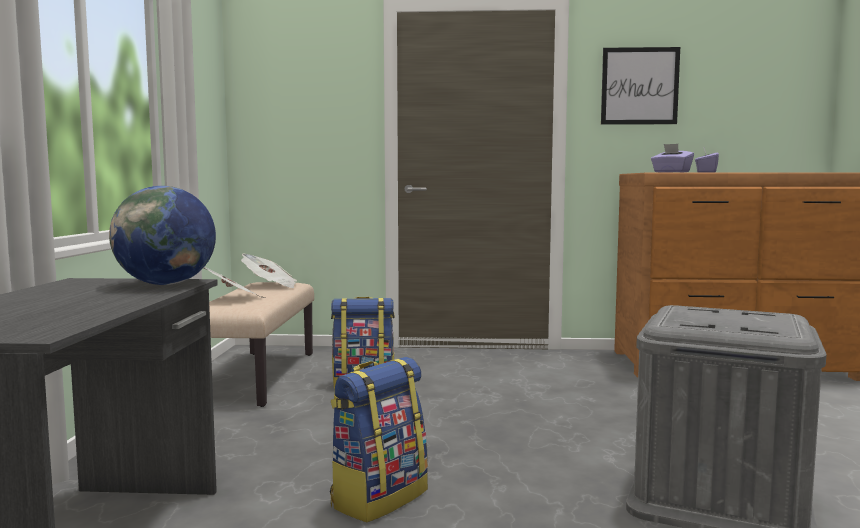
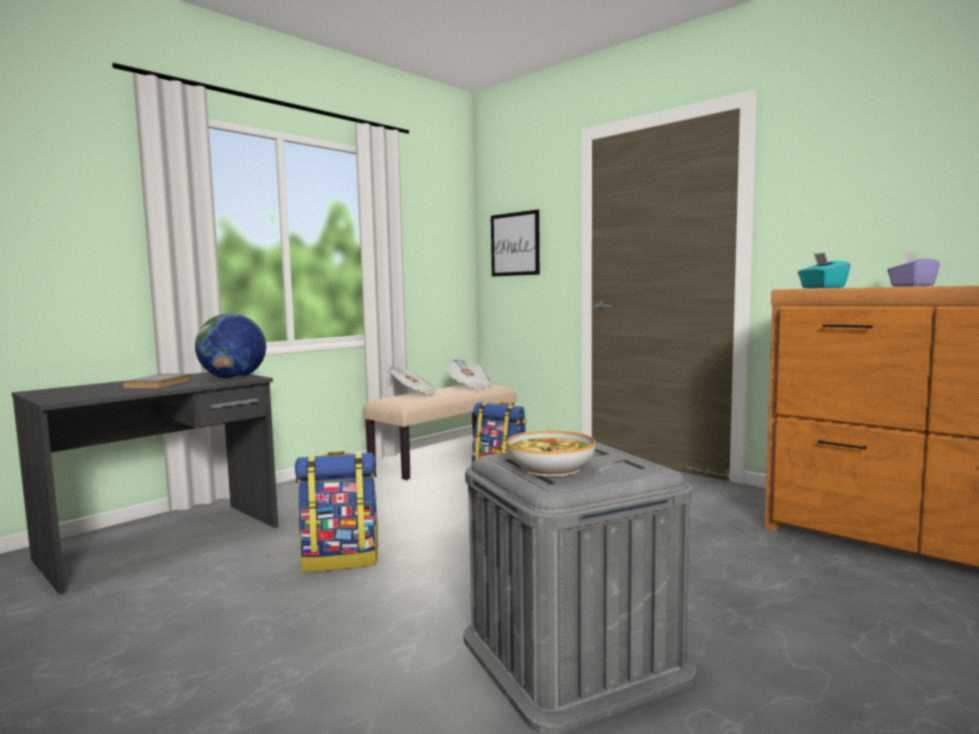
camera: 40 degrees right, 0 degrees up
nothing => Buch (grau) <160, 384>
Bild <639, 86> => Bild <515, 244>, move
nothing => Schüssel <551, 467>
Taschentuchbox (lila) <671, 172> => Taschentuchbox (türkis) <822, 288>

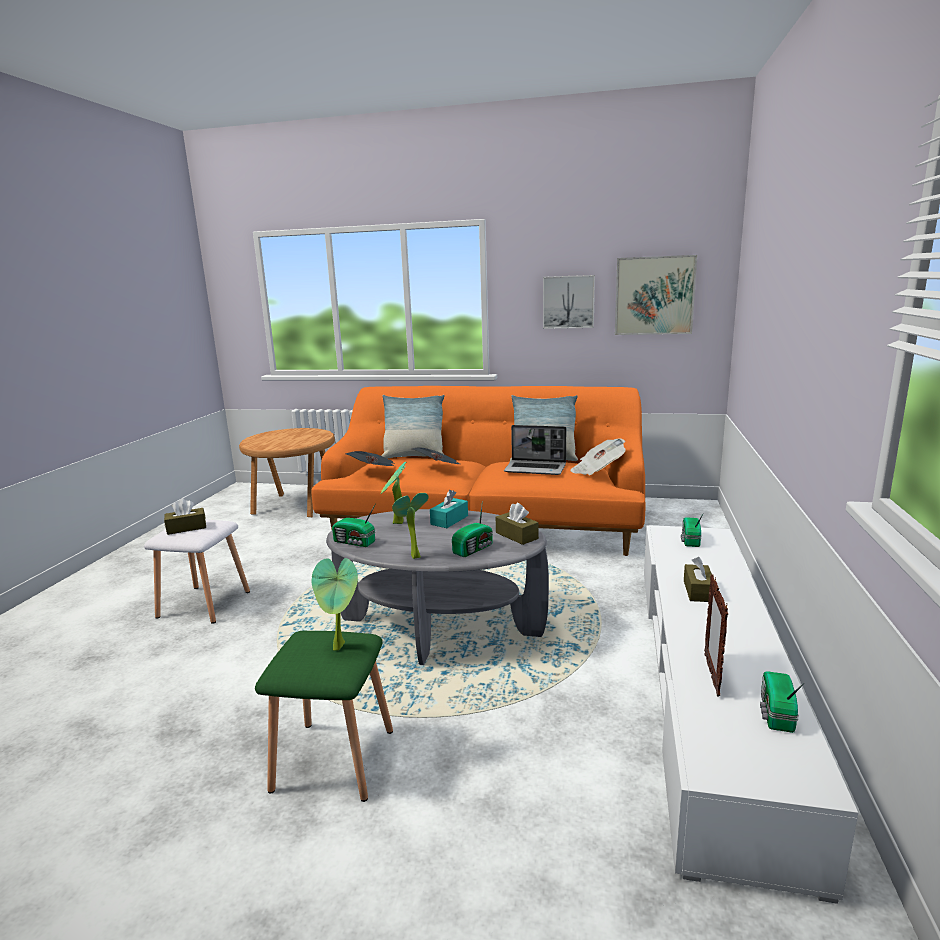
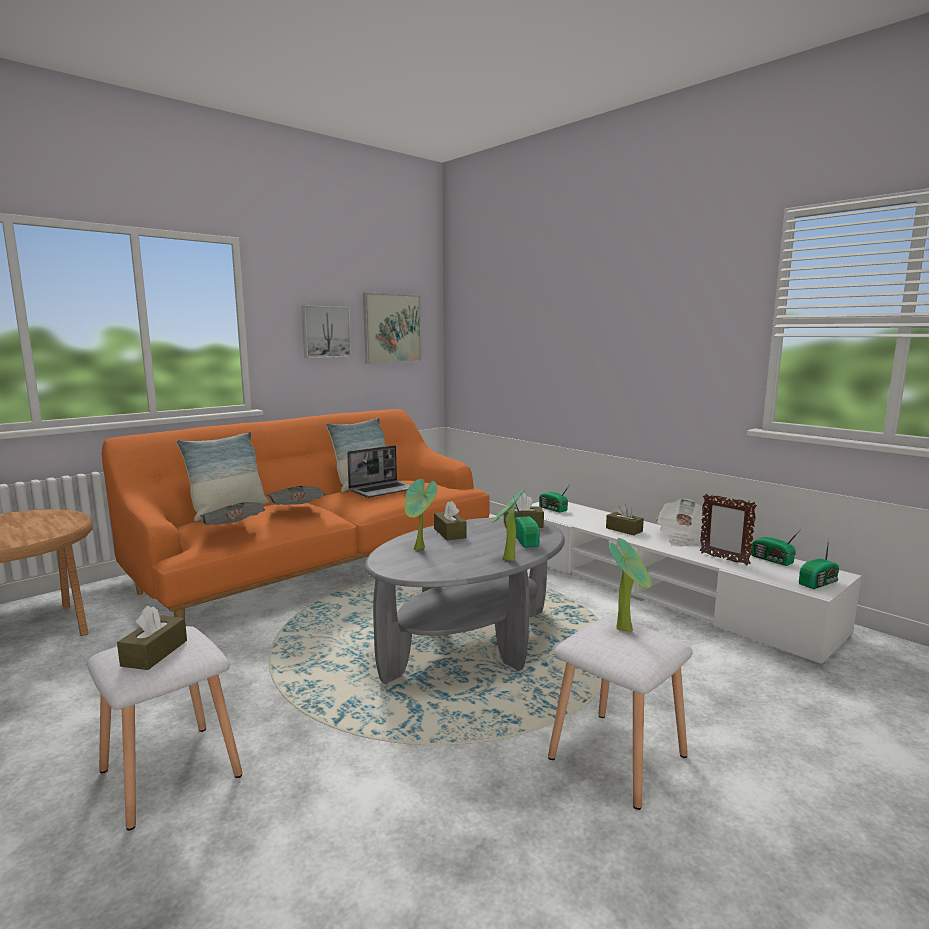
camera: 55 degrees left, 5 degrees down
Taschentuchbox (türkis) <449, 520> => Taschentuchbox (braun) <449, 533>
Hocker (grün) <331, 760> => Hocker (weiß) <617, 758>
Zeitung <597, 471> => Zeitung <684, 538>, move
Radio <355, 542> => Radio <819, 583>, move

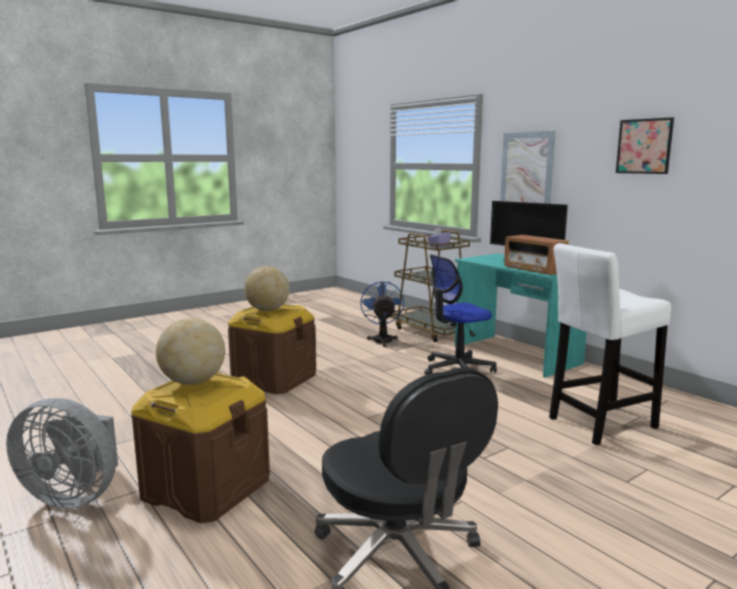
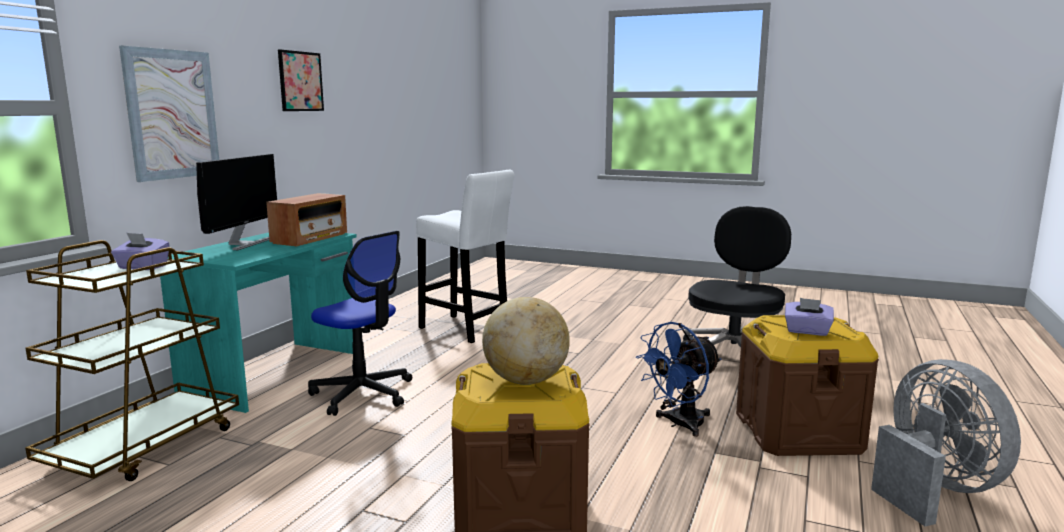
camera: 120 degrees left, 0 degrees up
Ventilator (blau) <382, 339> => Ventilator (blau) <679, 424>, move
Globus <193, 382> => Taschentuchbox (lila) <807, 331>

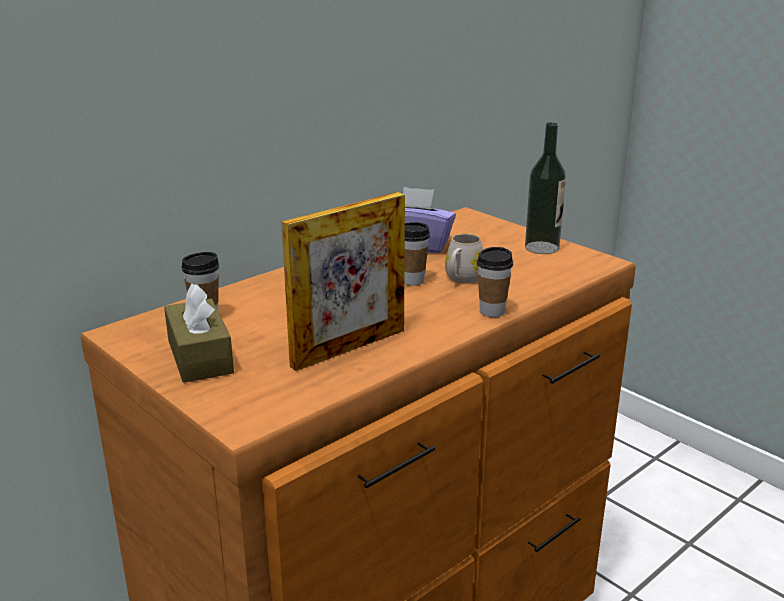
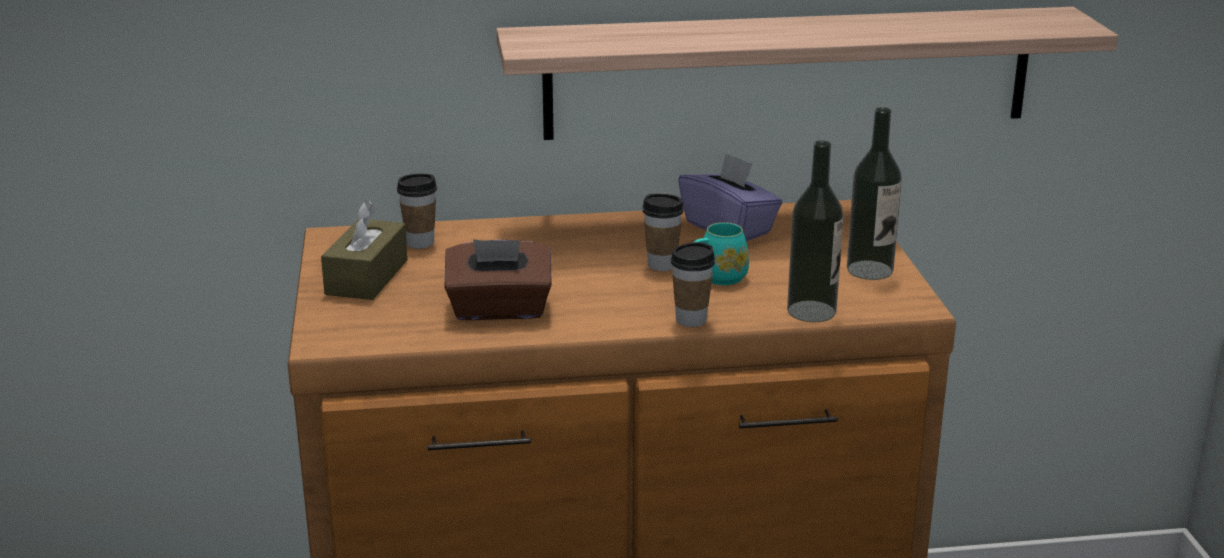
camera: 35 degrees right, 0 degrees up
Bilderrahmen <349, 348> => Taschentuchbox (braun) <499, 310>
nothing => Wandregal <789, 73>
Henkelbecher (weiß) <462, 279> => Henkelbecher (türkis) <717, 278>
nothing => Flasche <811, 311>

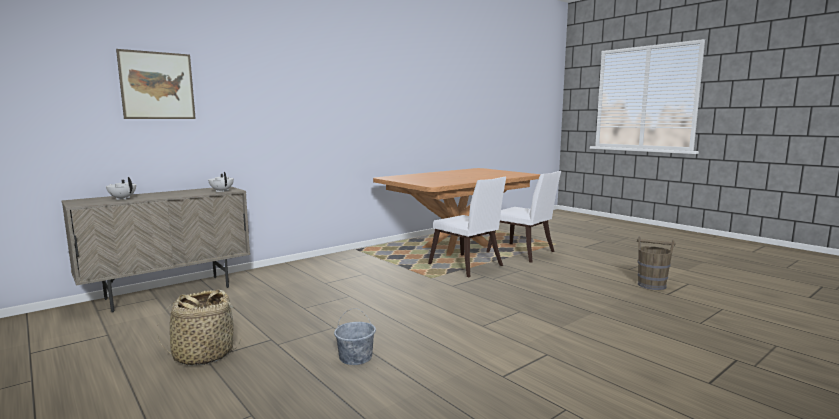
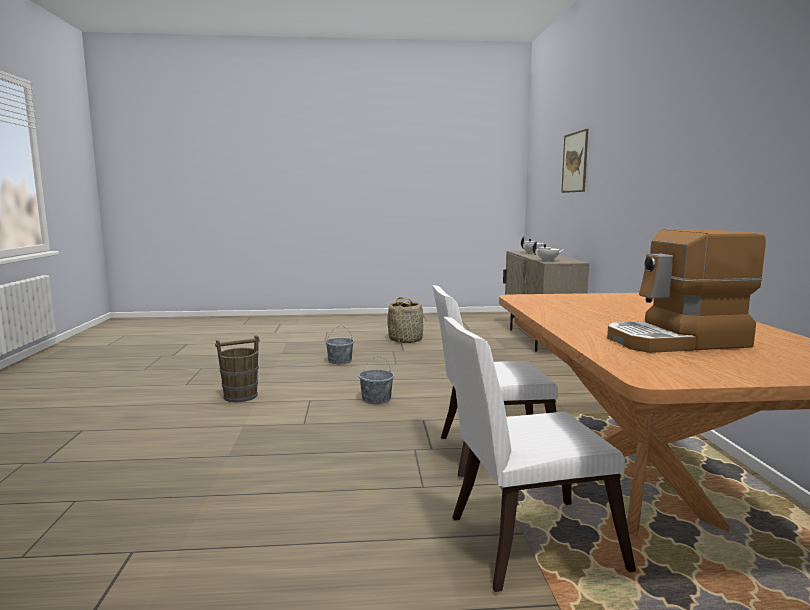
camera: 125 degrees right, 0 degrees up
Eimer (braun) <651, 285> => Eimer (braun) <241, 396>, move
nothing => Eimer (grau) <376, 399>
nothing => Kaffeemaschine <677, 341>

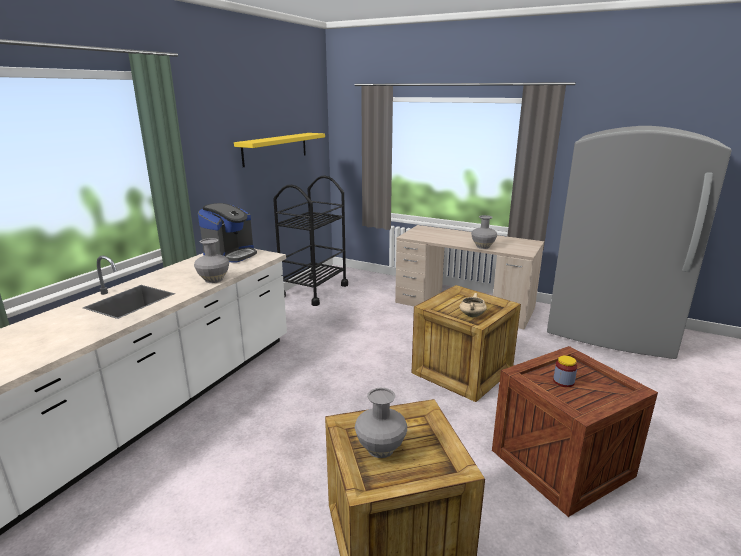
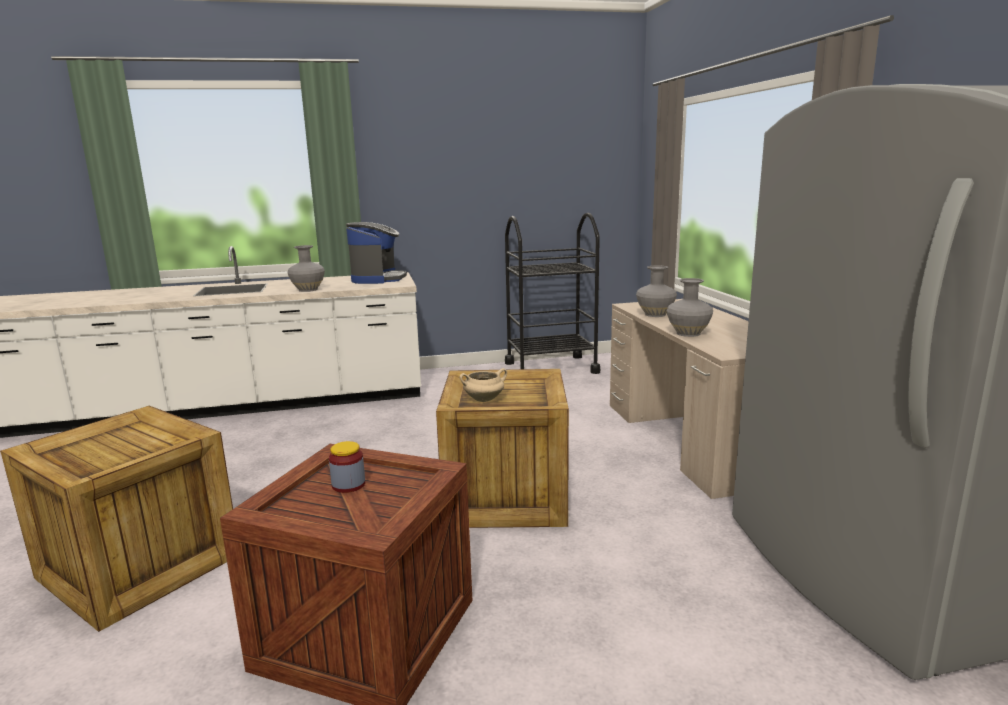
camera: 50 degrees right, 5 degrees down
Kaffeemaschine <230, 255> => Kaffeemaschine <378, 279>, 75 degrees counterclockwise
Vase (grau) <380, 449> => Vase (grau) <655, 314>, move
Wandregal (gelb) <275, 149> => nothing

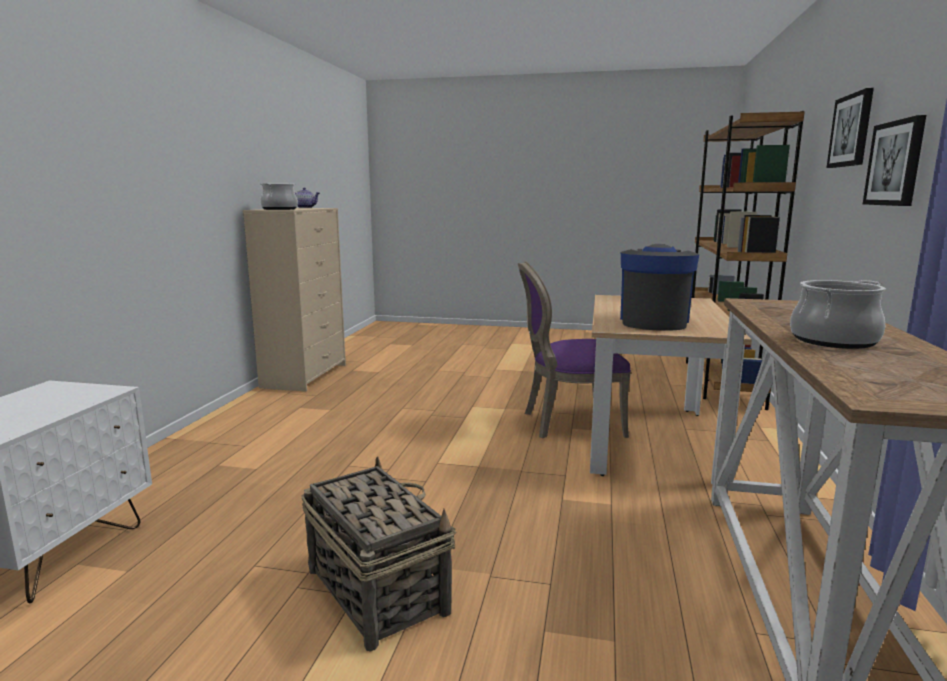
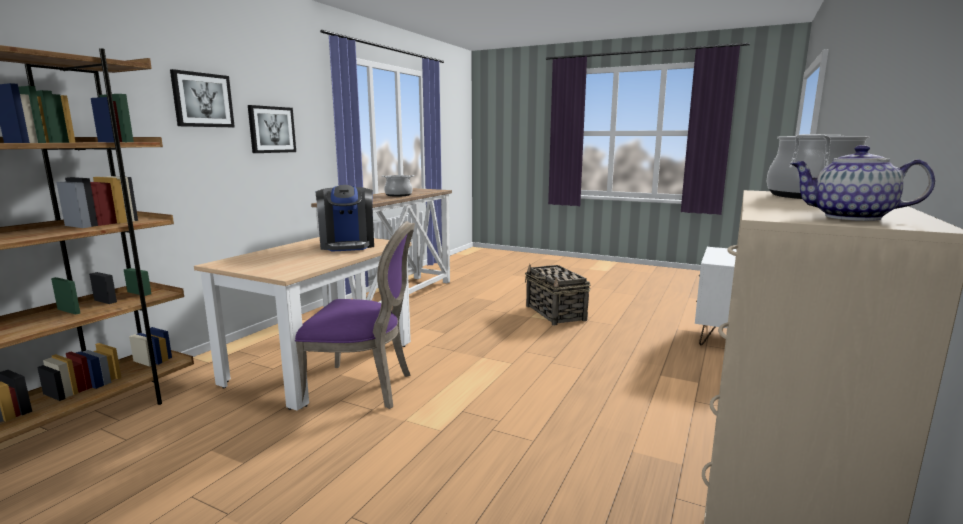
camera: 165 degrees left, 0 degrees up
Kaffeemaschine <653, 321> => Kaffeemaschine <348, 245>, 45 degrees counterclockwise

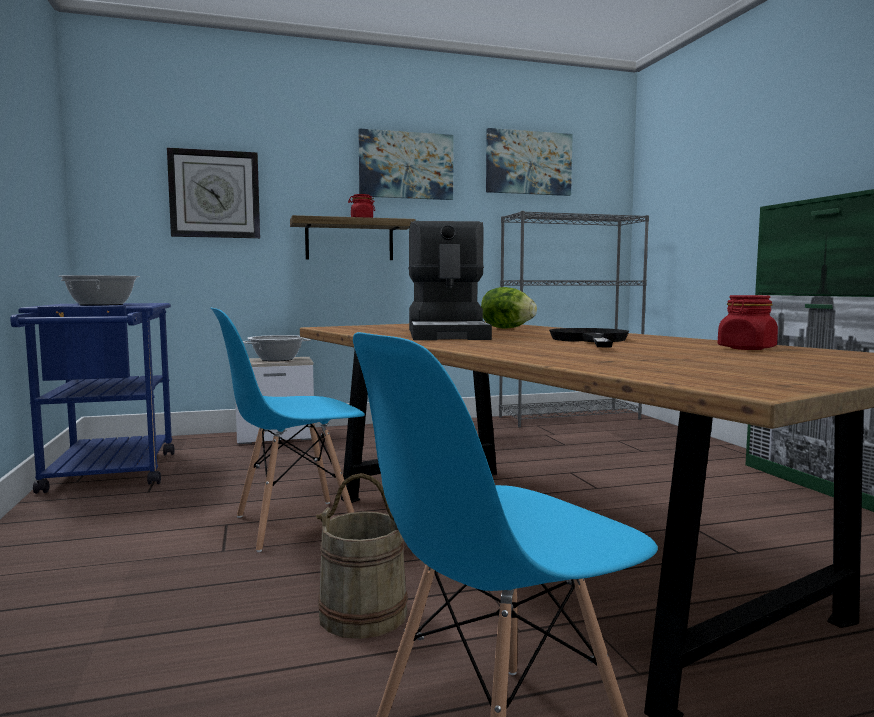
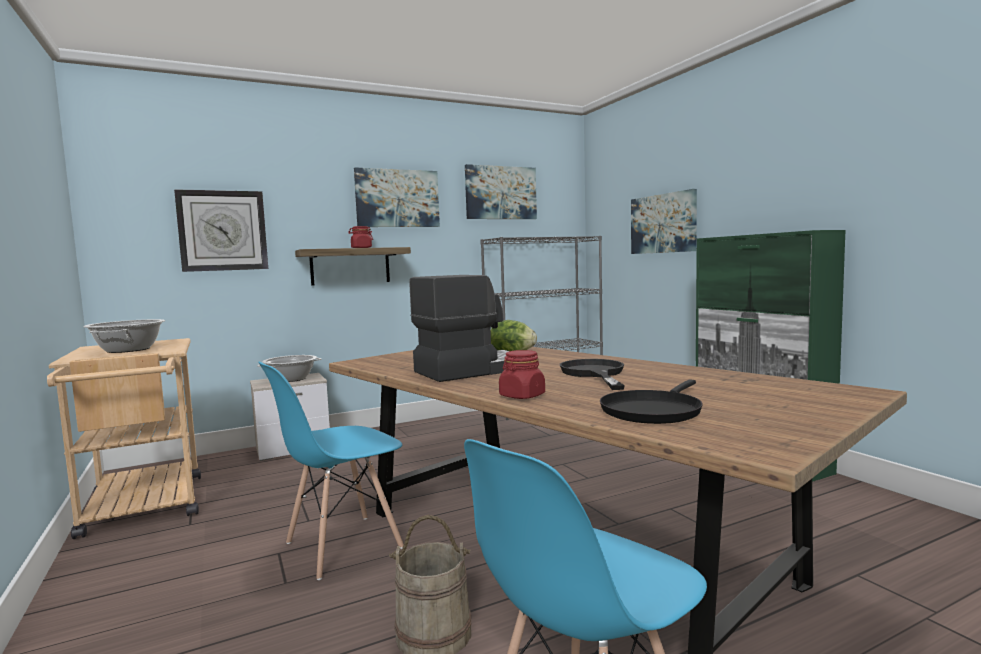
camera: 10 degrees left, 0 degrees up
Rollwagen (blau) <109, 476> => Rollwagen (beige) <143, 510>
Kaffeemaschine <448, 334> => Kaffeemaschine <472, 370>, 105 degrees counterclockwise
Vorratsglas (rot) <746, 348> => Vorratsglas (rot) <522, 396>, move
nothing => Pfanne (schwarz) <652, 411>
nothing => Bild <663, 223>

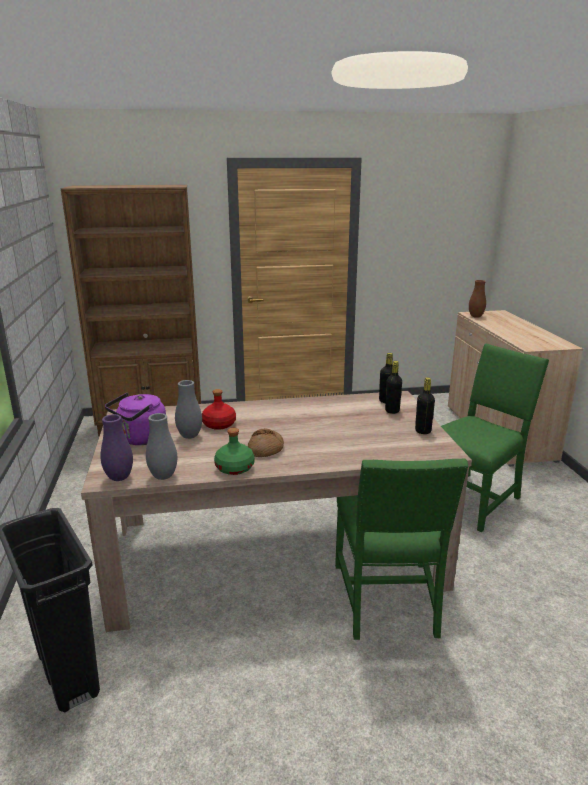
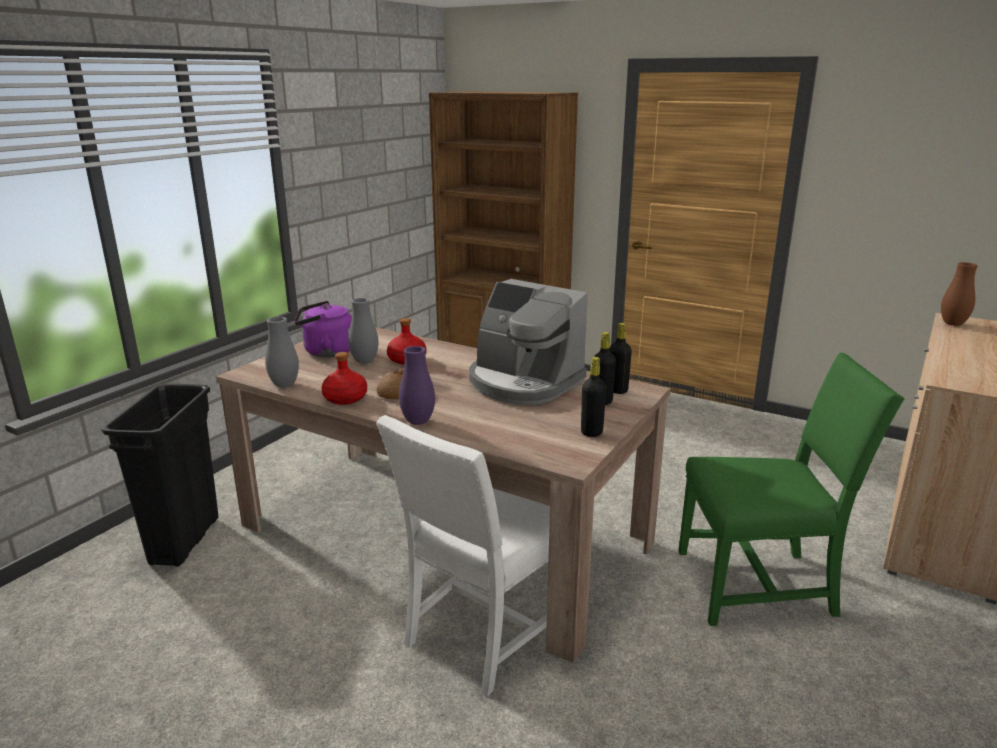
camera: 40 degrees right, 0 degrees up
Flasche (grün) <235, 468> => Flasche (rot) <346, 398>
Stuhl (grün) <388, 601> => Stuhl (weiß) <486, 632>
Vase (lila) <119, 478> => Vase (lila) <418, 421>, move
nothing => Kaffeemaschine <523, 383>

